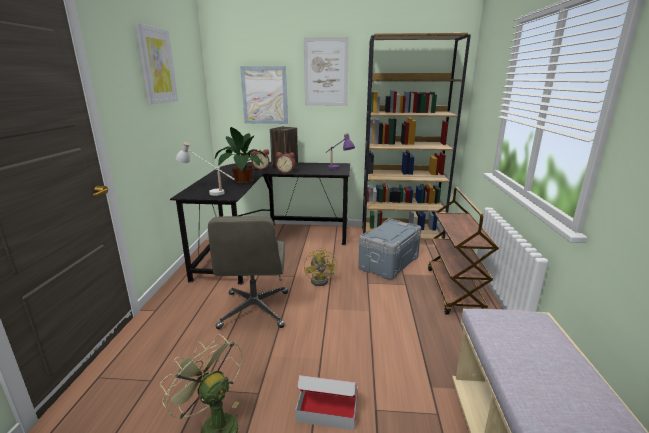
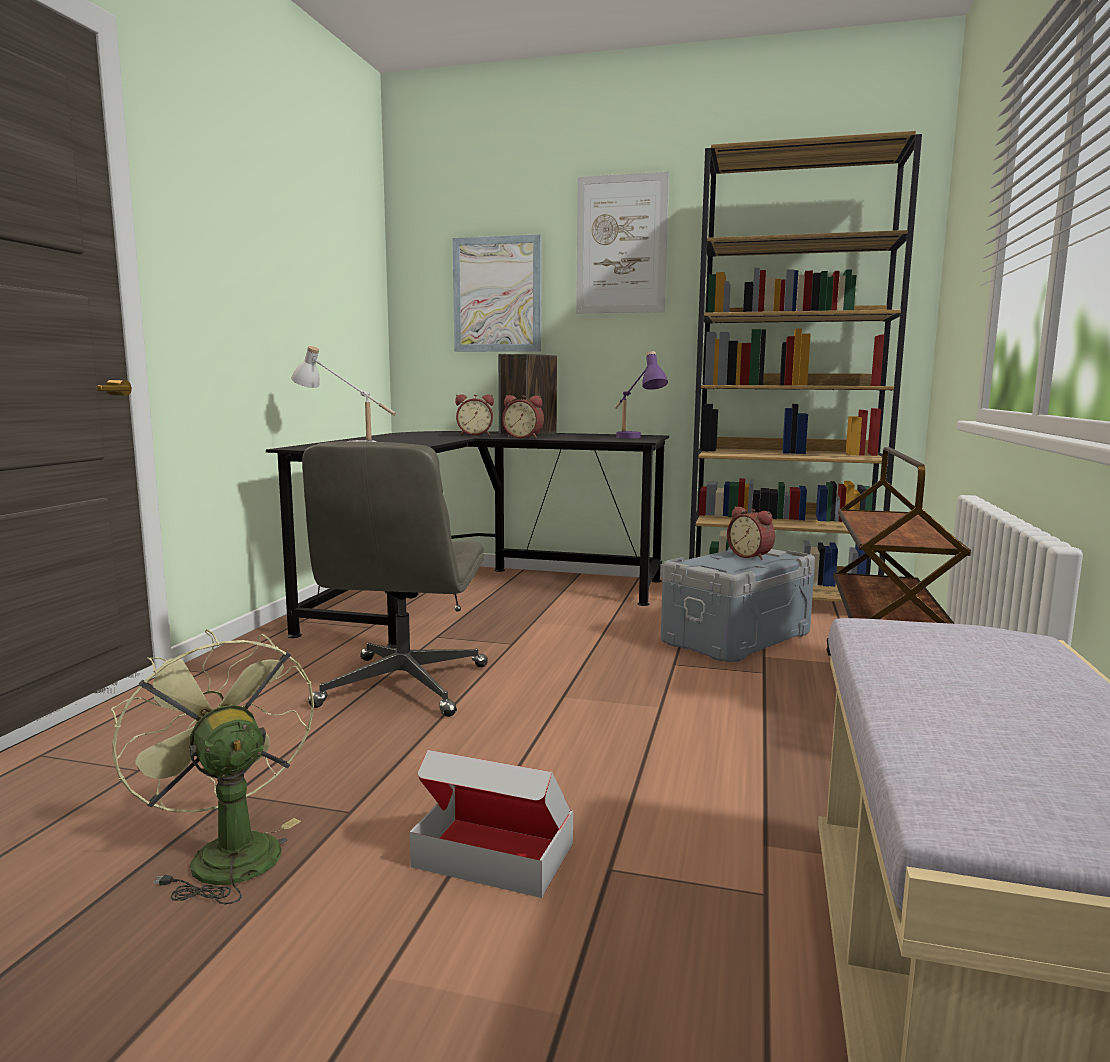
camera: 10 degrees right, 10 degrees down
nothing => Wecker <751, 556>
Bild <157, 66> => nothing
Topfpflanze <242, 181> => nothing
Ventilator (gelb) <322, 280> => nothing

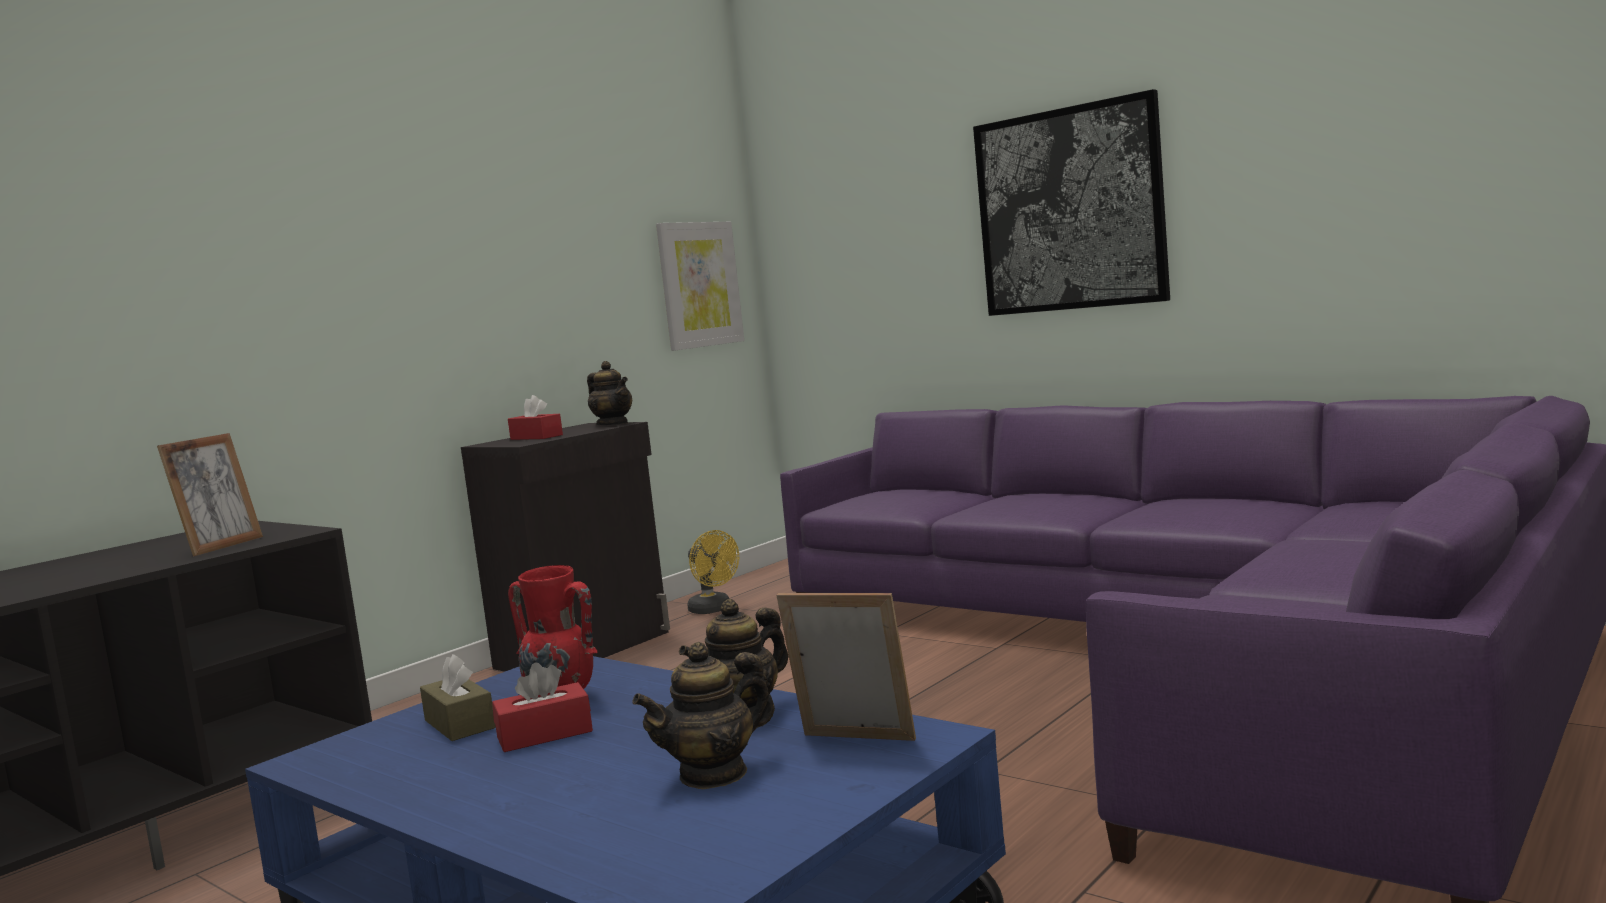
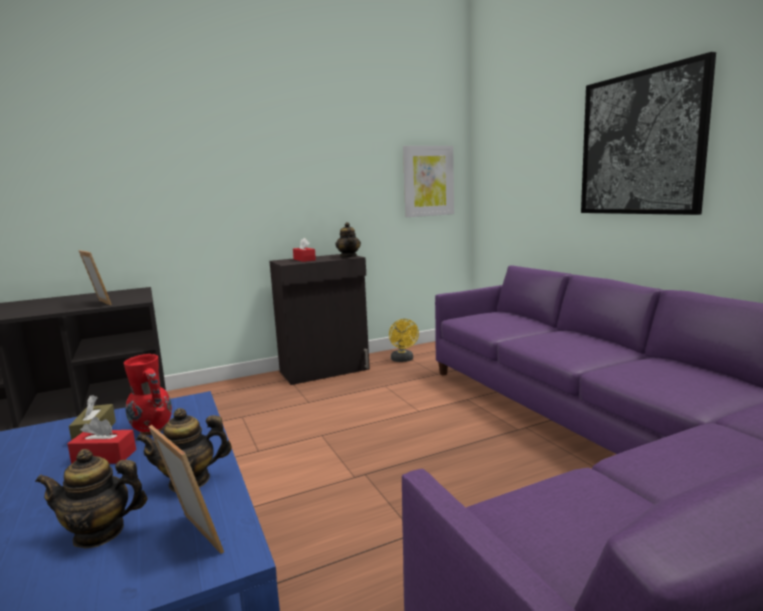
camera: 25 degrees right, 5 degrees up
Bilderrahmen <221, 546> => Bilderrahmen <99, 303>, 90 degrees counterclockwise

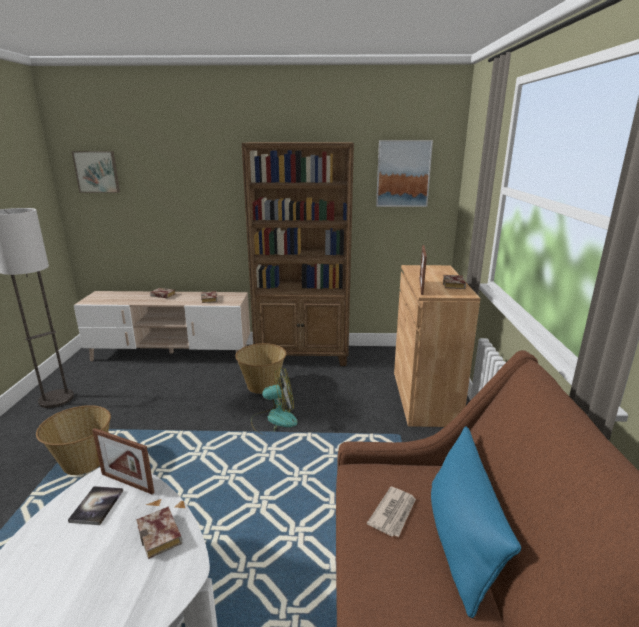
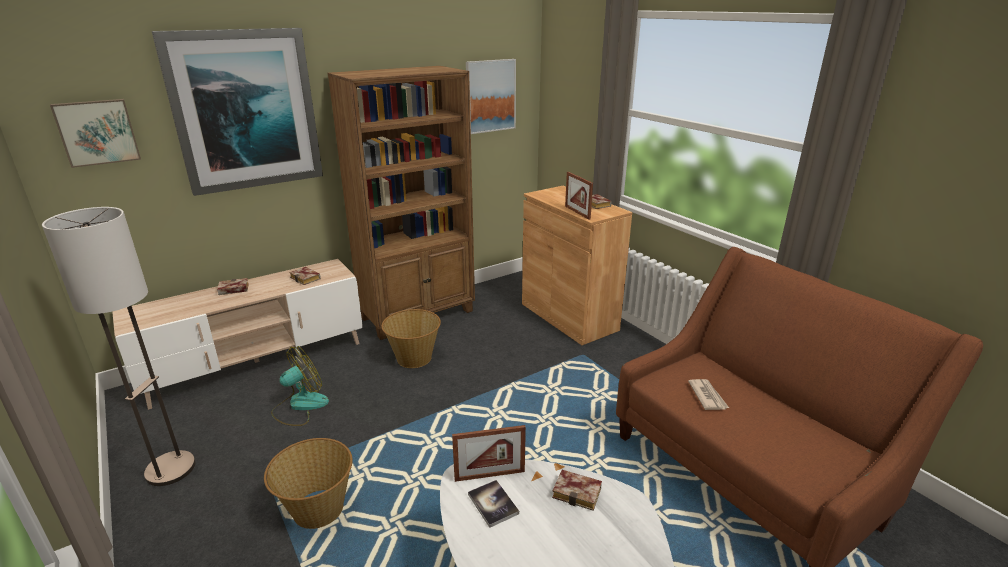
camera: 35 degrees left, 5 degrees up
nothing => Bild <245, 110>
Ventilator <274, 419> => Ventilator <300, 406>, move
Kissen (blau) <460, 540> => nothing

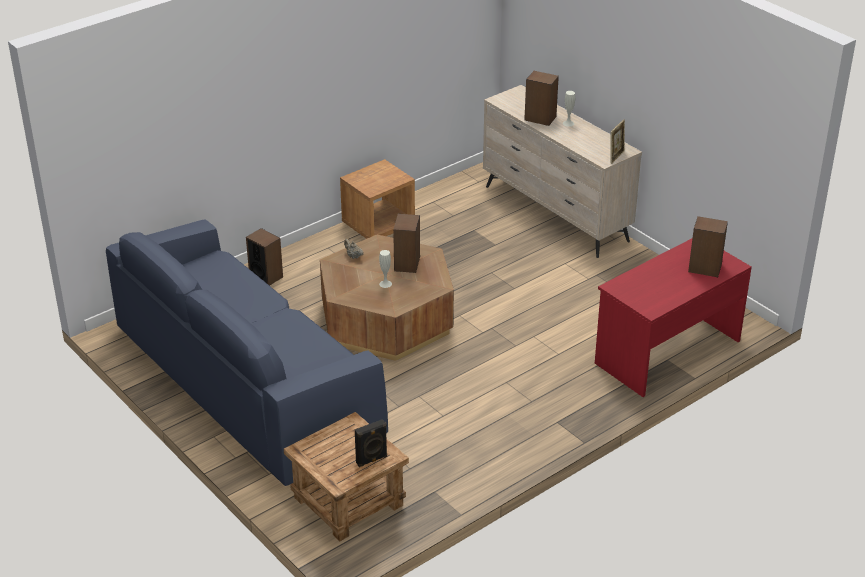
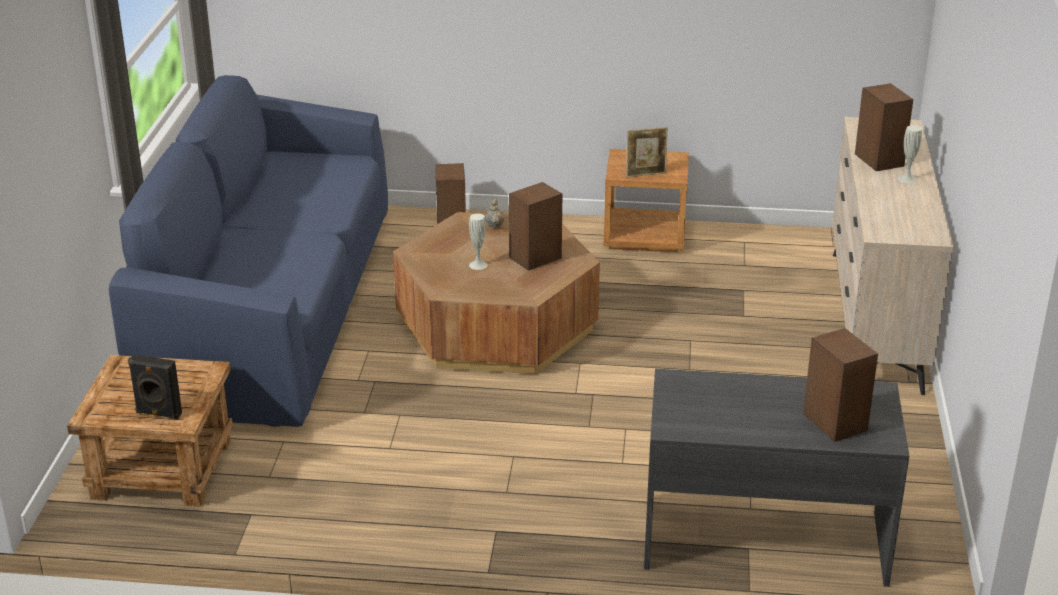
camera: 45 degrees right, 5 degrees down
Bilderrahmen <616, 157> => Bilderrahmen <645, 174>, move
Schreibtisch (rot) <666, 351> => Schreibtisch (grau) <764, 538>

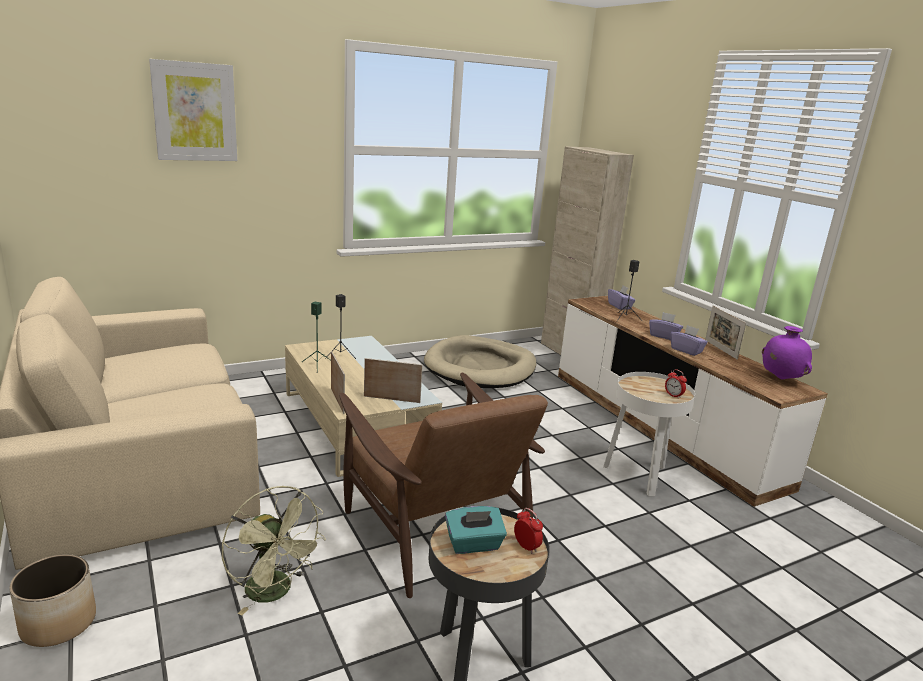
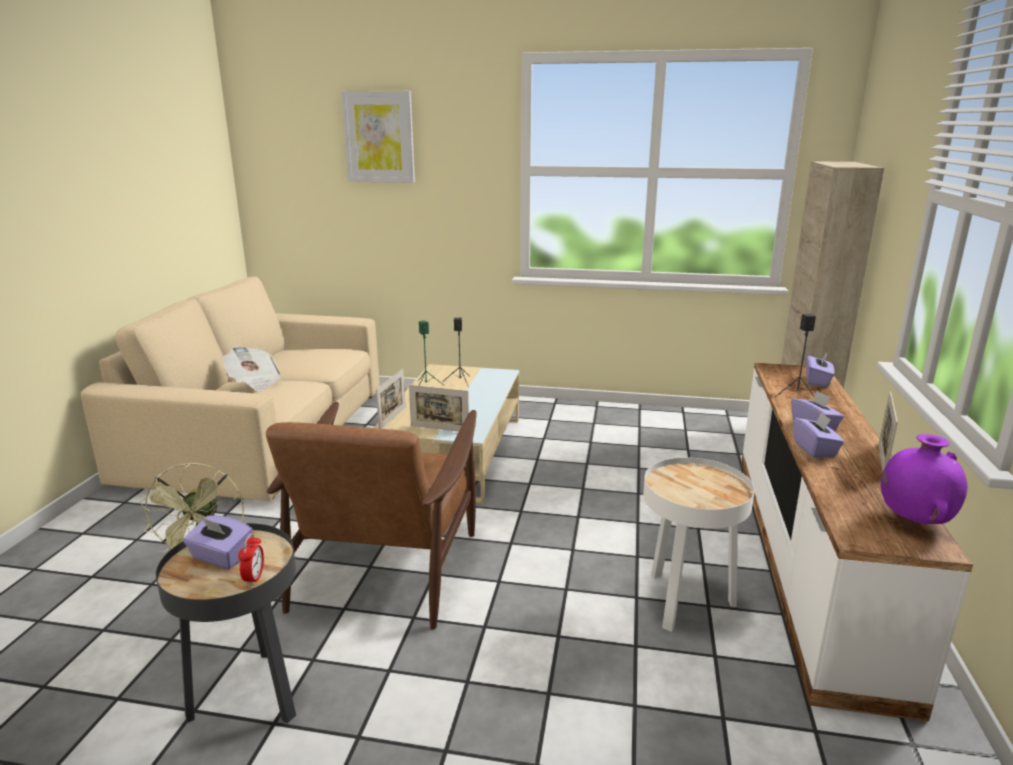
camera: 40 degrees right, 0 degrees up
Taschentuchbox (türkis) <474, 544> => Taschentuchbox (lila) <221, 557>
nothing => Zeitung <254, 382>
Bilderrahmen <392, 399> => Bilderrahmen <439, 429>, 150 degrees clockwise
Pflanzkübel <58, 624> => nothing
Hundebett (beige) <480, 367> => nothing
Wecker <673, 395> => nothing

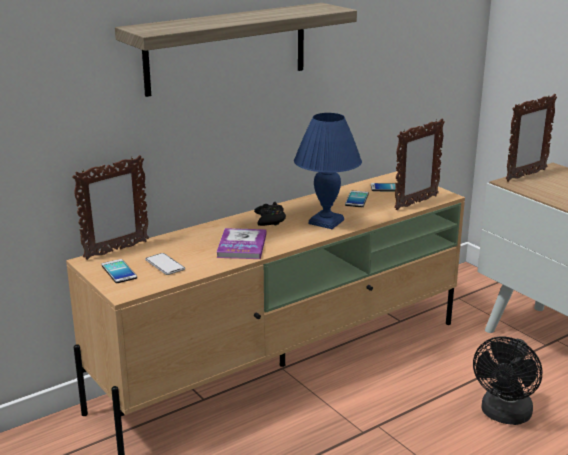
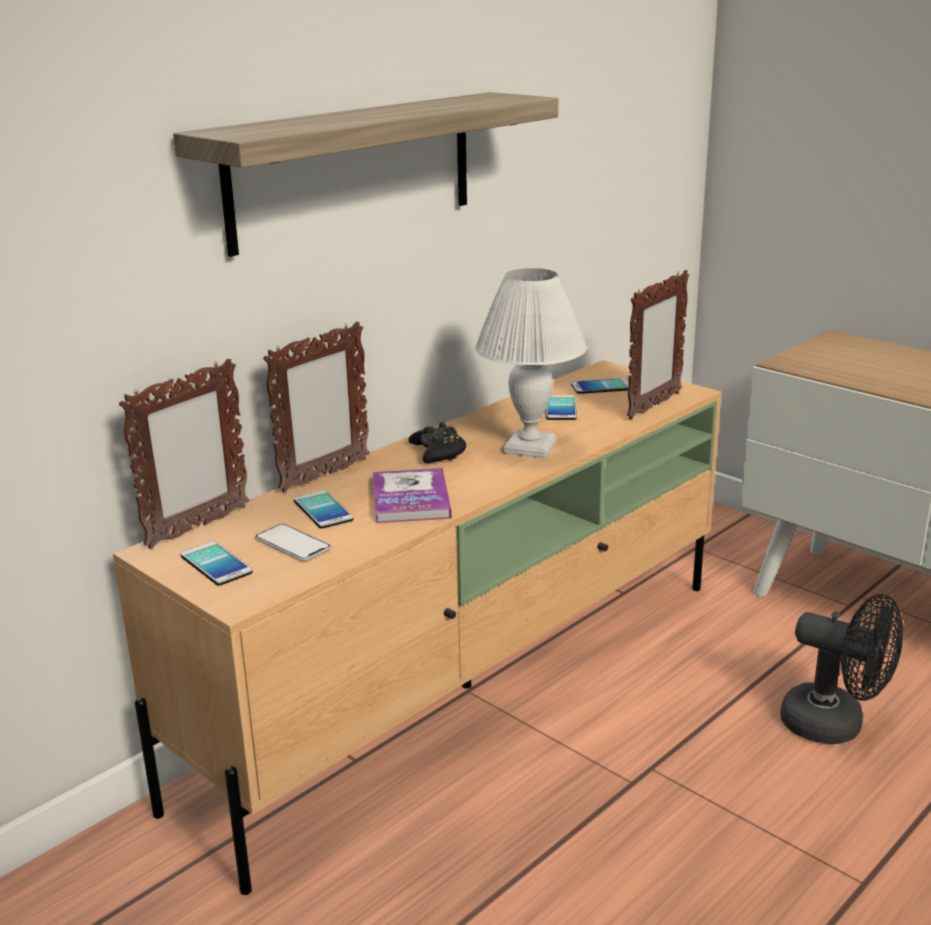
camera: 10 degrees left, 0 degrees up
Bilderrahmen <525, 175> => Bilderrahmen <324, 475>, move
nothing => Handy <323, 510>
Tischlampe (blau) <326, 221> => Tischlampe (weiß) <529, 447>
Ventilator (schwarz) <504, 415> => Ventilator (schwarz) <835, 725>, 75 degrees counterclockwise

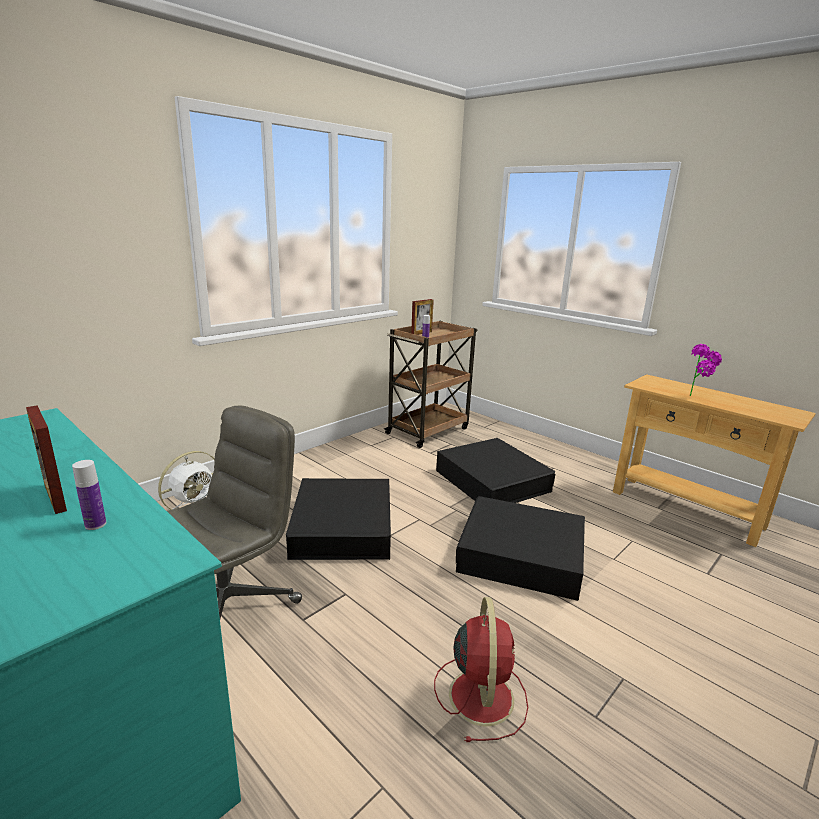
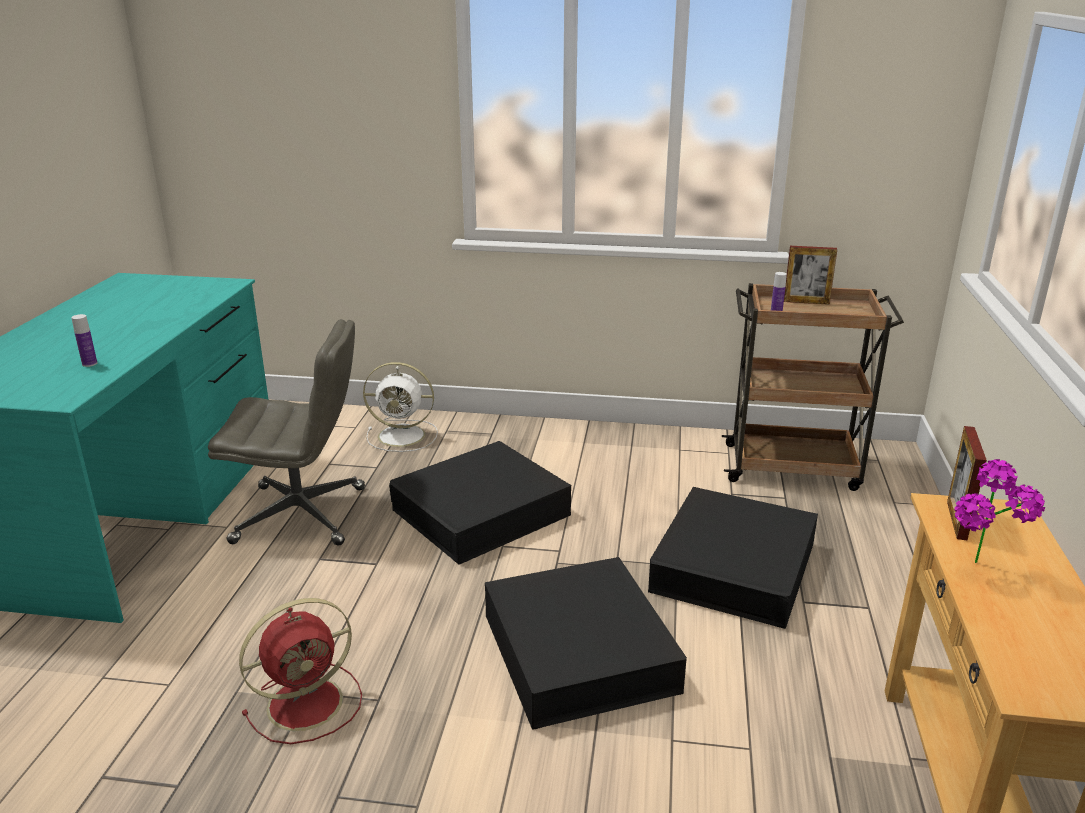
camera: 55 degrees right, 5 degrees up
Bilderrahmen <55, 497> => Bilderrahmen <956, 520>, move

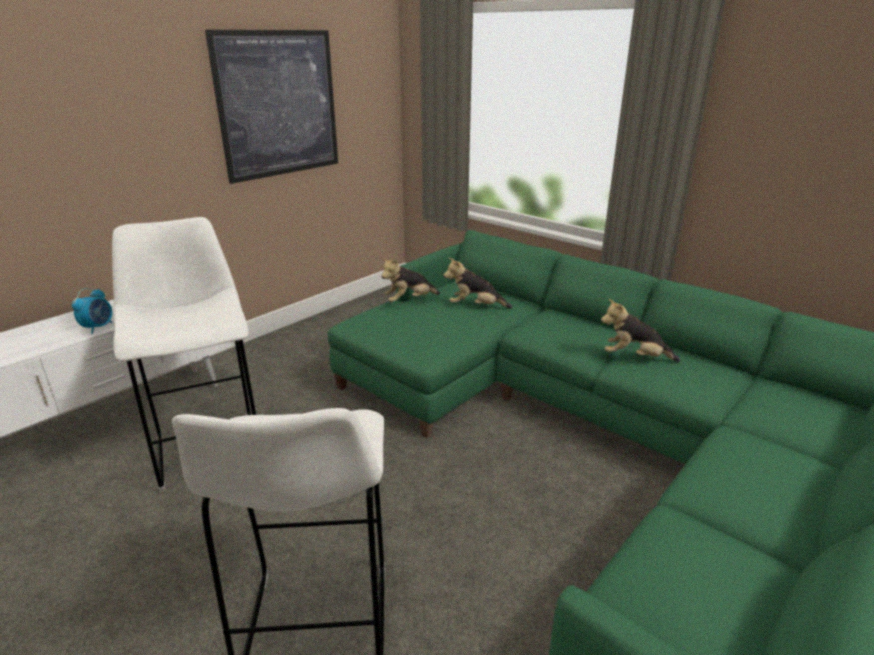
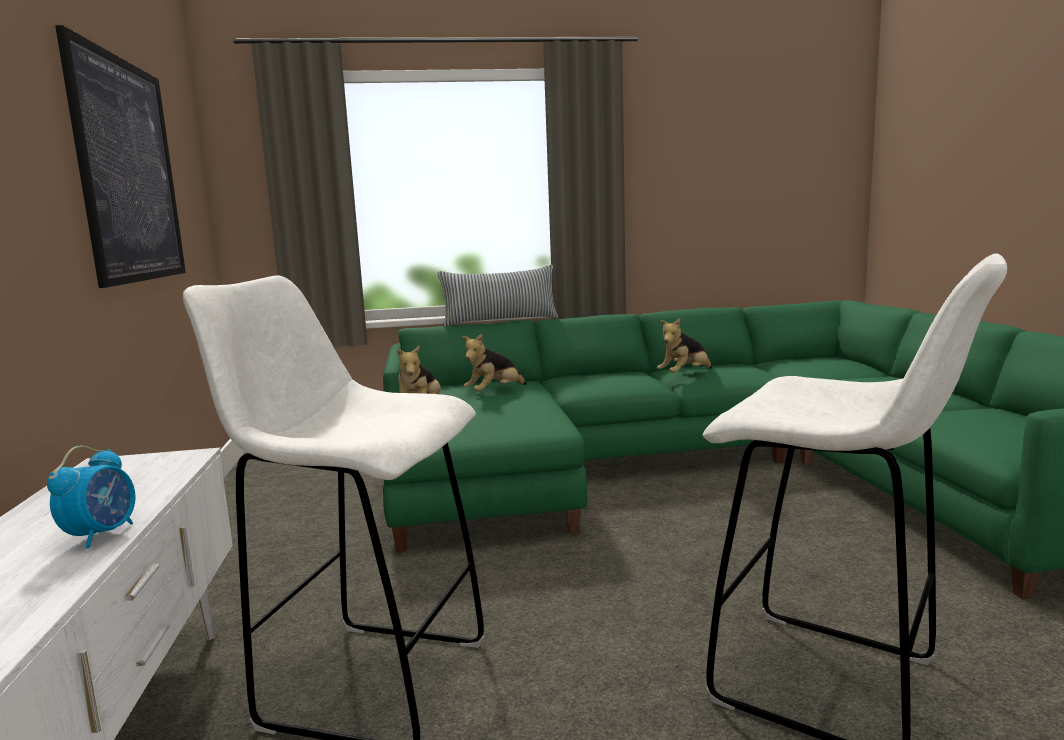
camera: 50 degrees left, 15 degrees down
Wecker <98, 327> => Wecker <102, 534>, 45 degrees clockwise
nothing => Kissen <500, 321>

